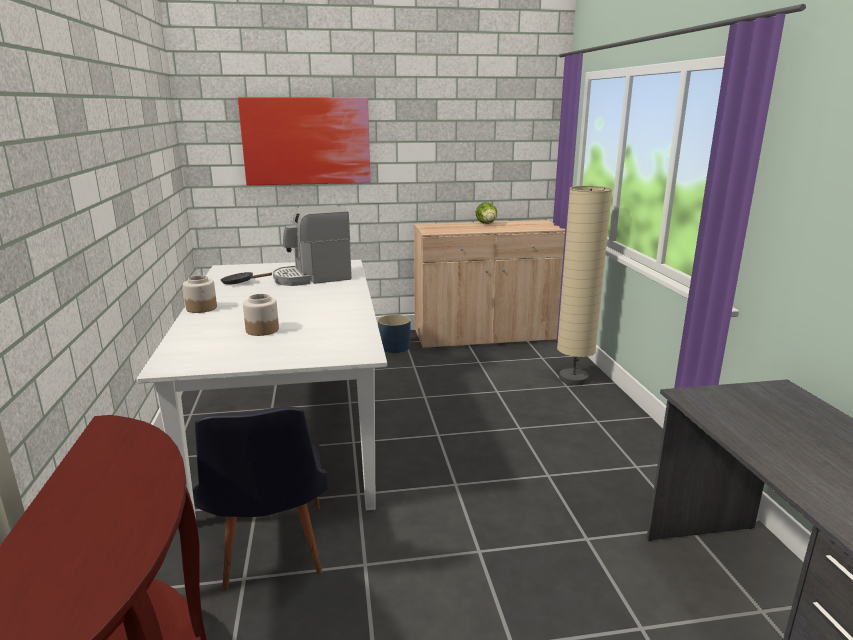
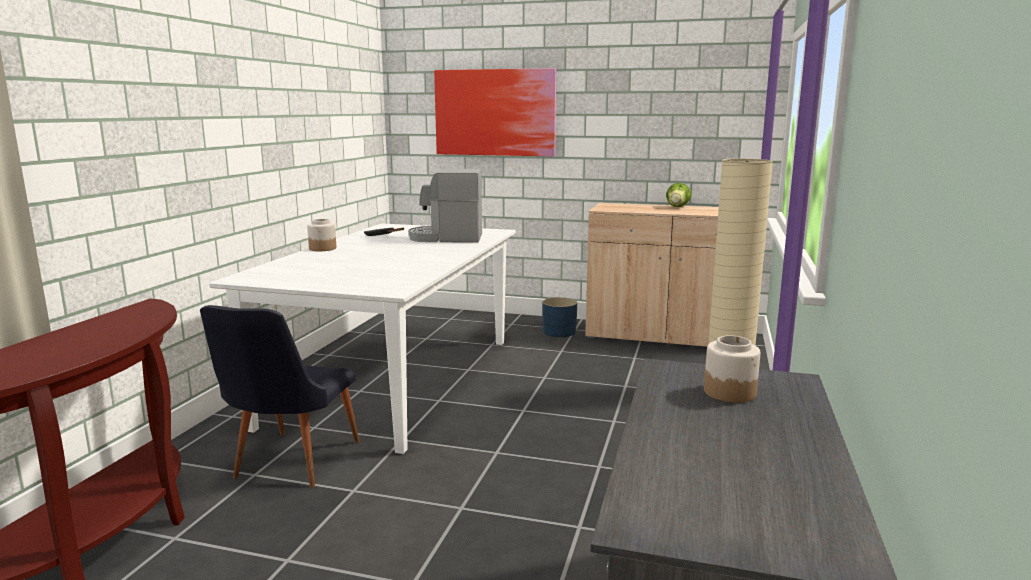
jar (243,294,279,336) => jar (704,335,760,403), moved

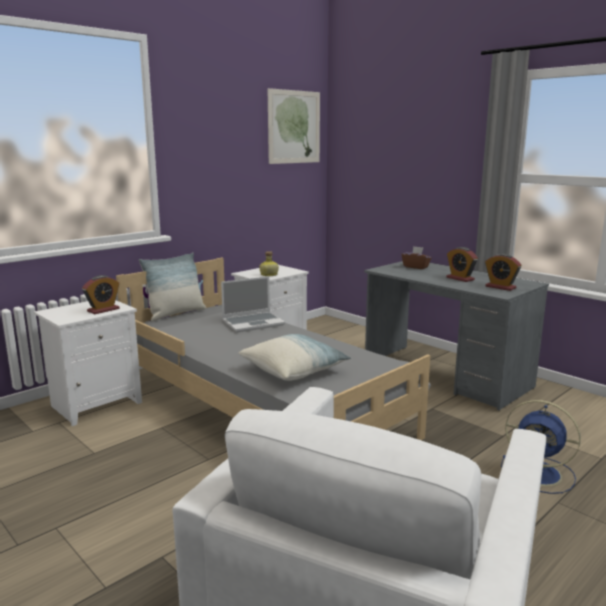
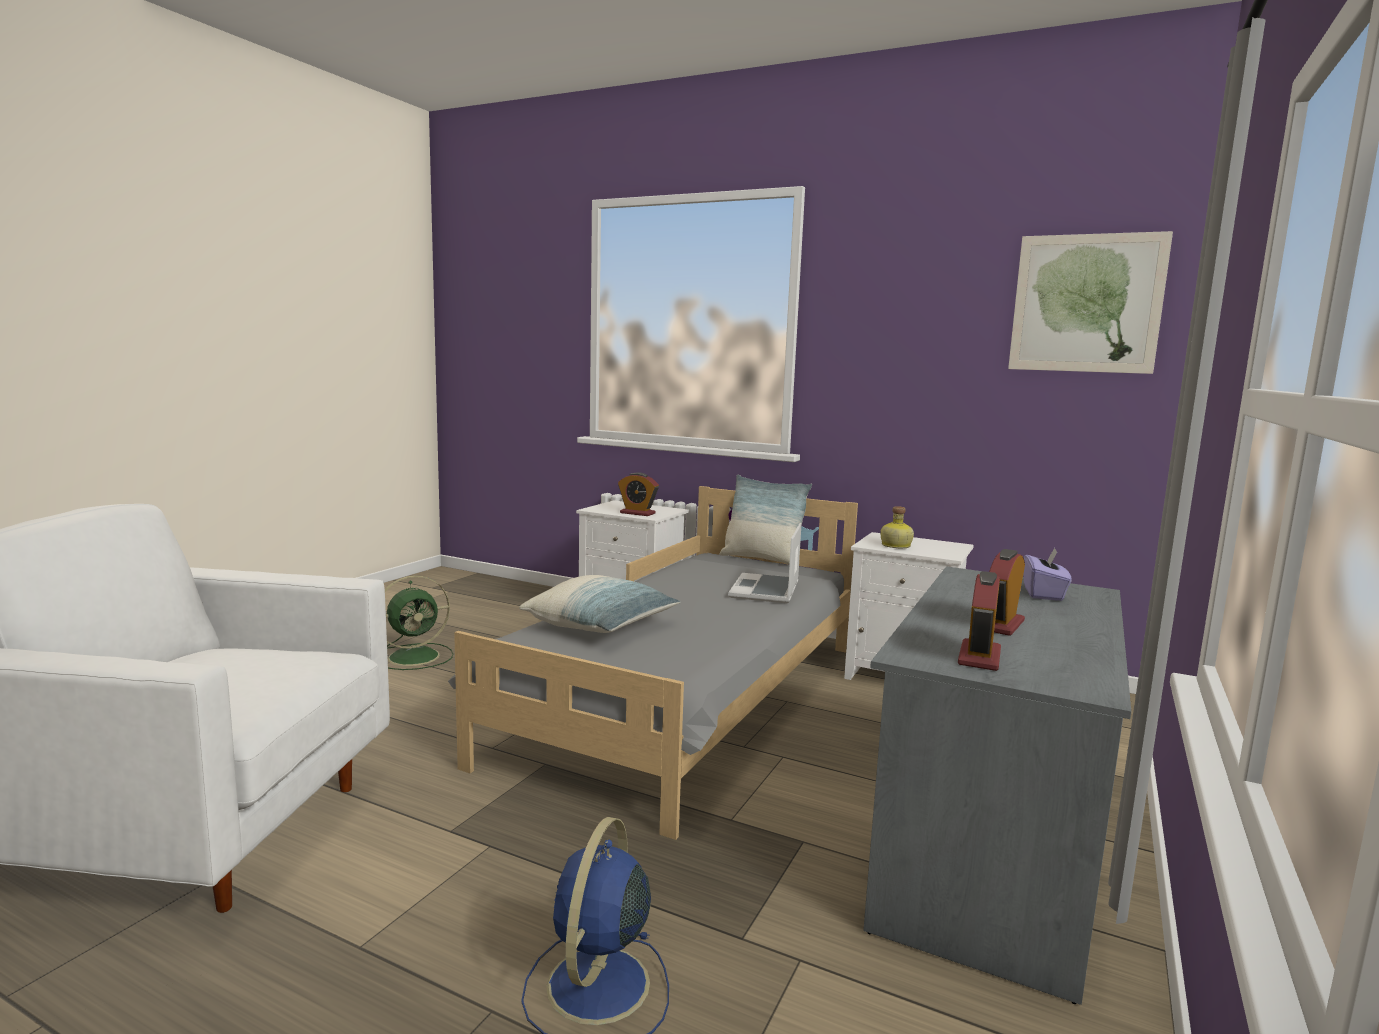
nothing => green fan (385,575,454,670)
laptop (221,276,285,332) => laptop (728,523,802,603), 60 degrees clockwise
brown tissue box (402,246,431,269) => purple tissue box (1023,548,1072,601)

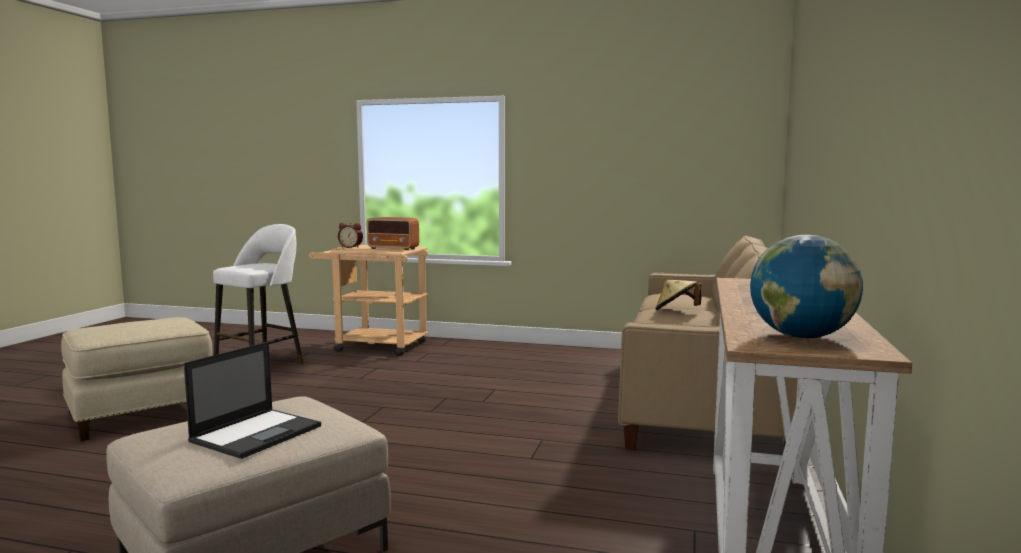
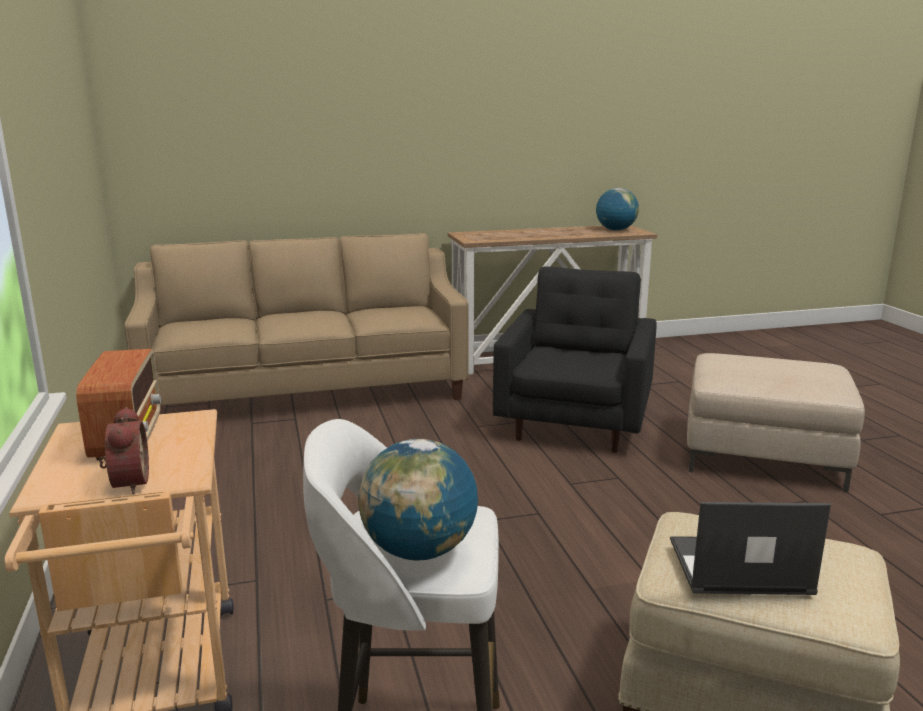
nothing => globe (358,439,478,560)
nothing => black armchair (493,266,657,453)
laptop (184,342,321,459) => laptop (670,502,831,595), moved
beige hat (655,280,702,310) => nothing

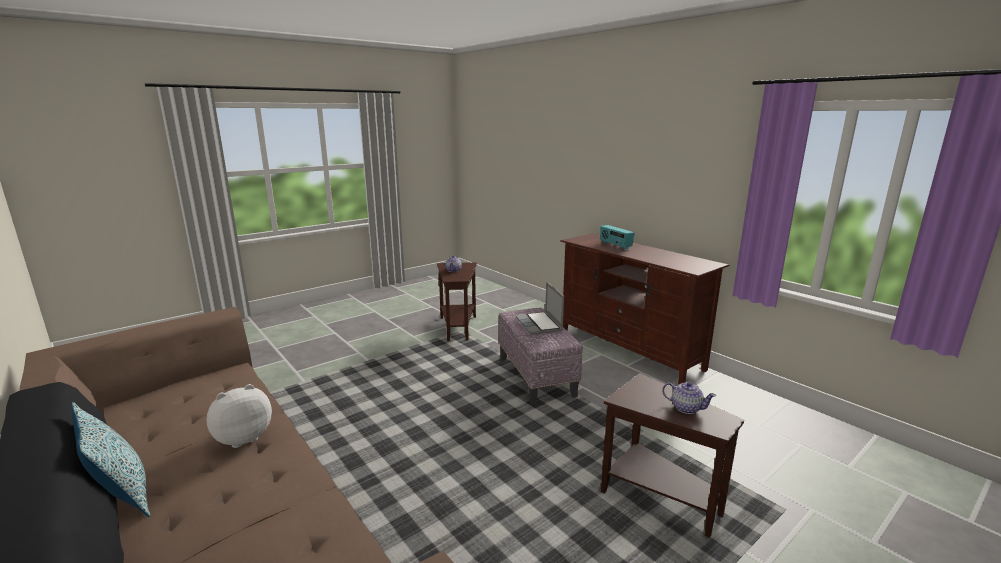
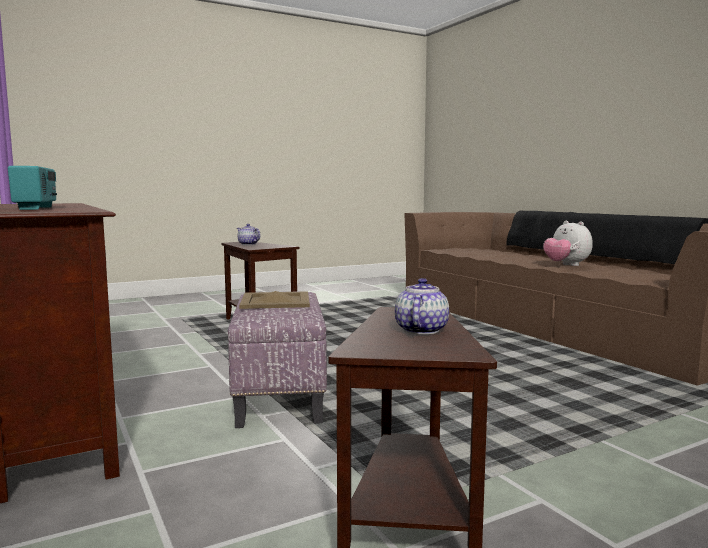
laptop (516,282,564,335) => beige tray (239,291,310,309)
plush toy (206,384,272,448) => plush toy (543,221,593,266), 90 degrees clockwise
pillow (71,402,150,517) => nothing

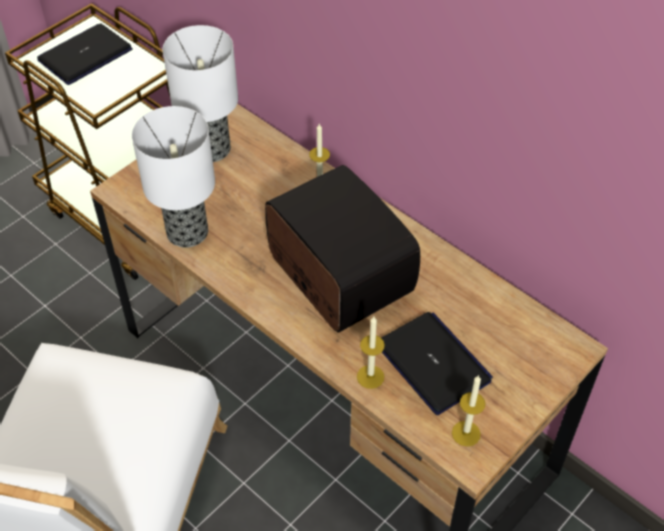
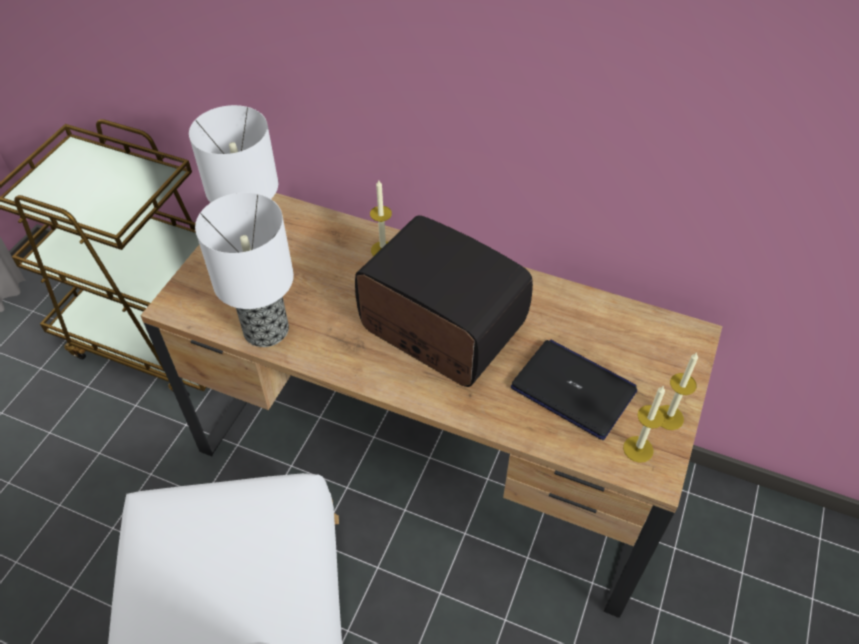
candle (357,317,385,389) => candle (659,352,698,430), moved
laptop (37,23,132,85) => nothing

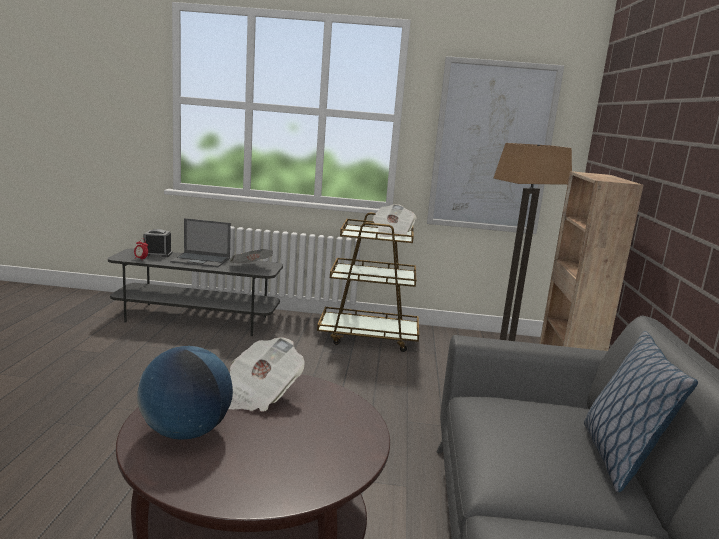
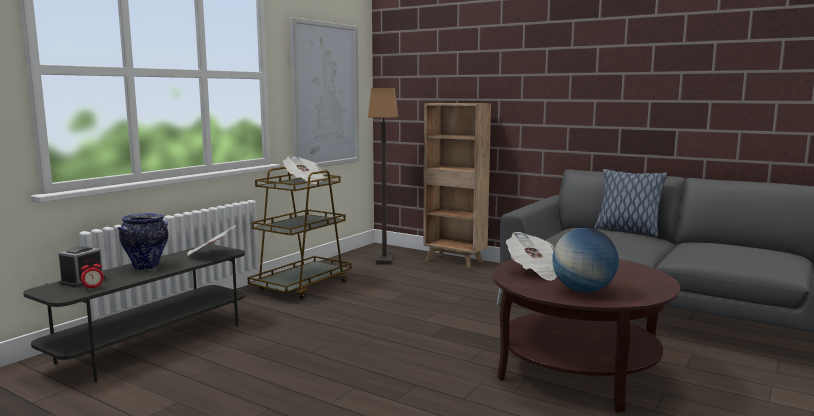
laptop (170,218,231,267) => vase (118,213,168,270)

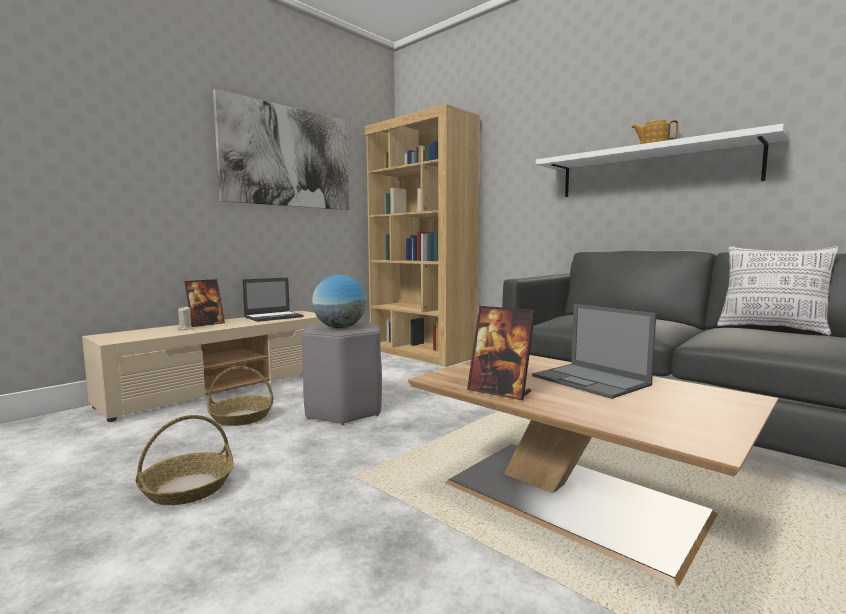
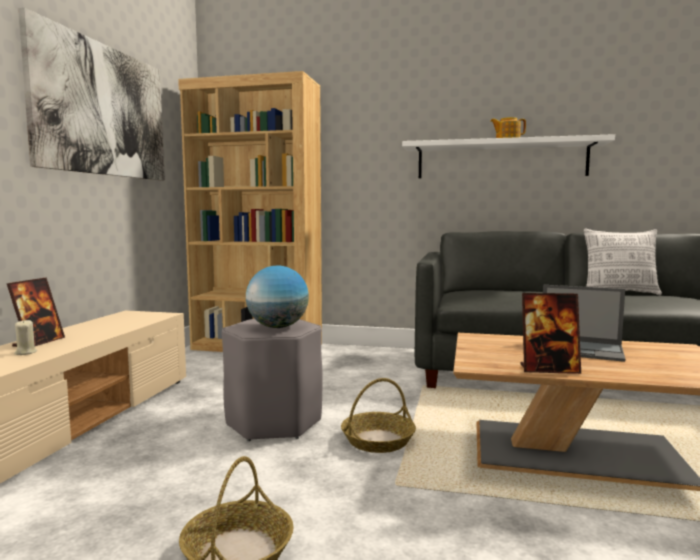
basket (207,366,273,426) => basket (341,378,416,453), moved
laptop (243,278,304,322) => nothing

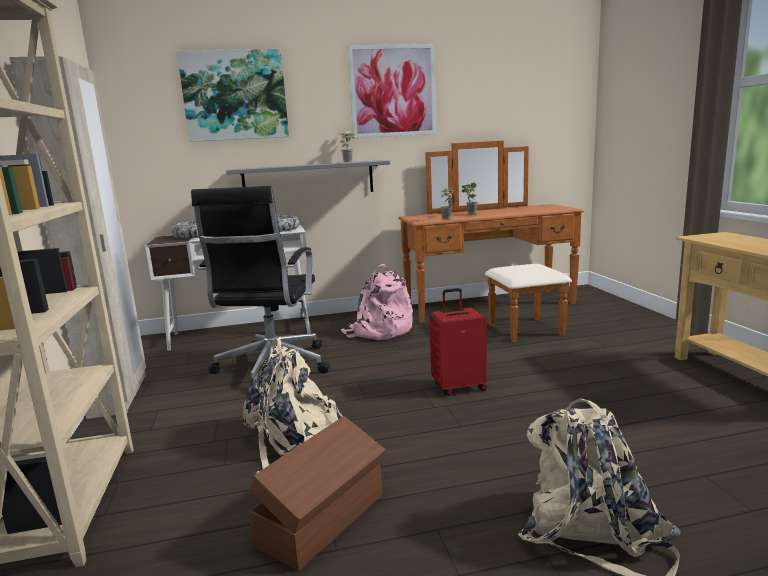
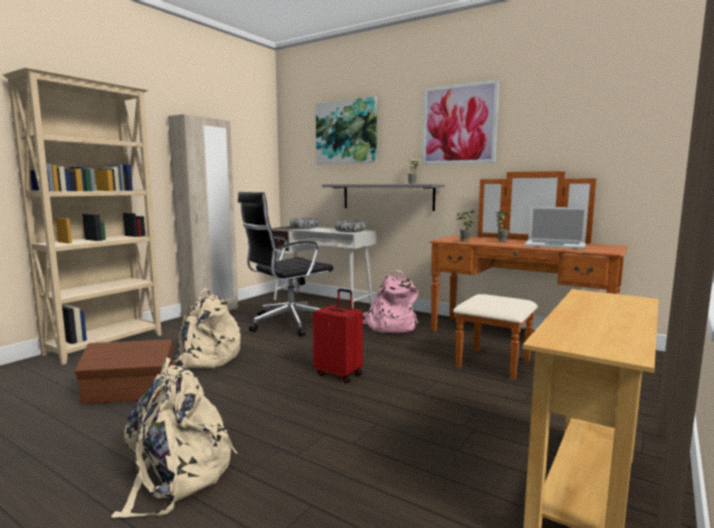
nothing => laptop (524,207,588,249)

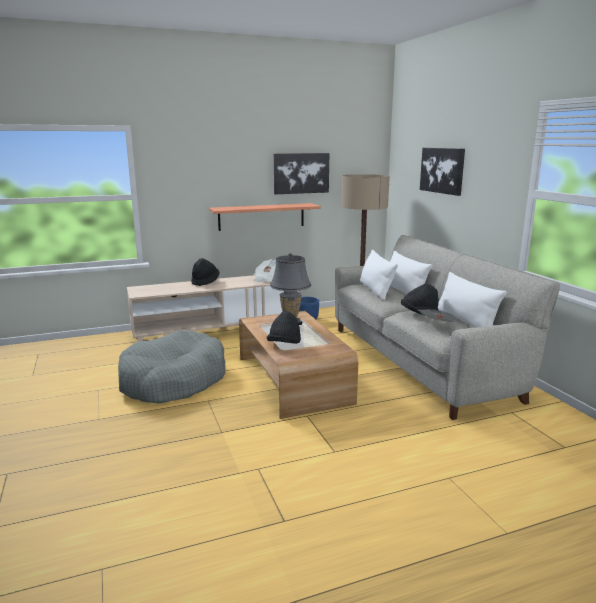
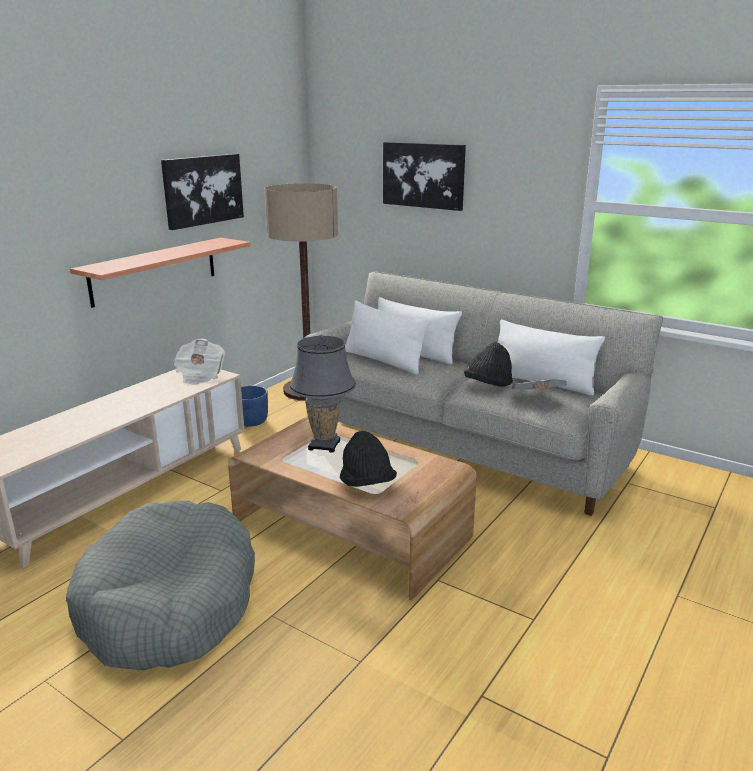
black hat (191,258,219,286) => nothing

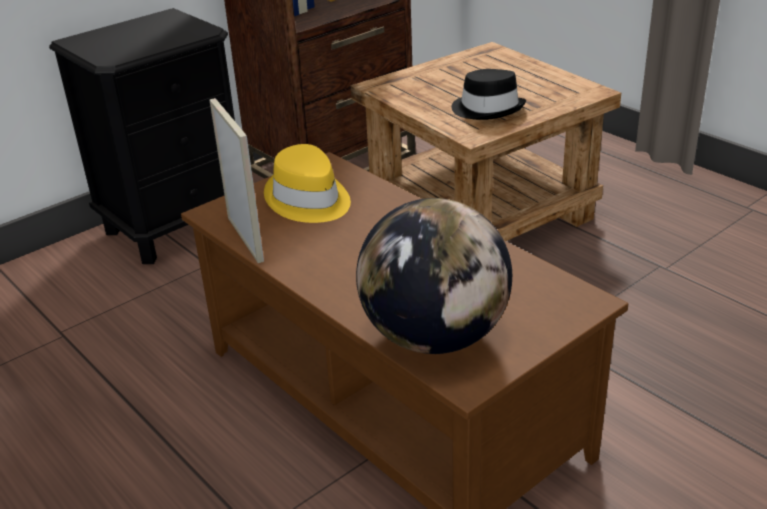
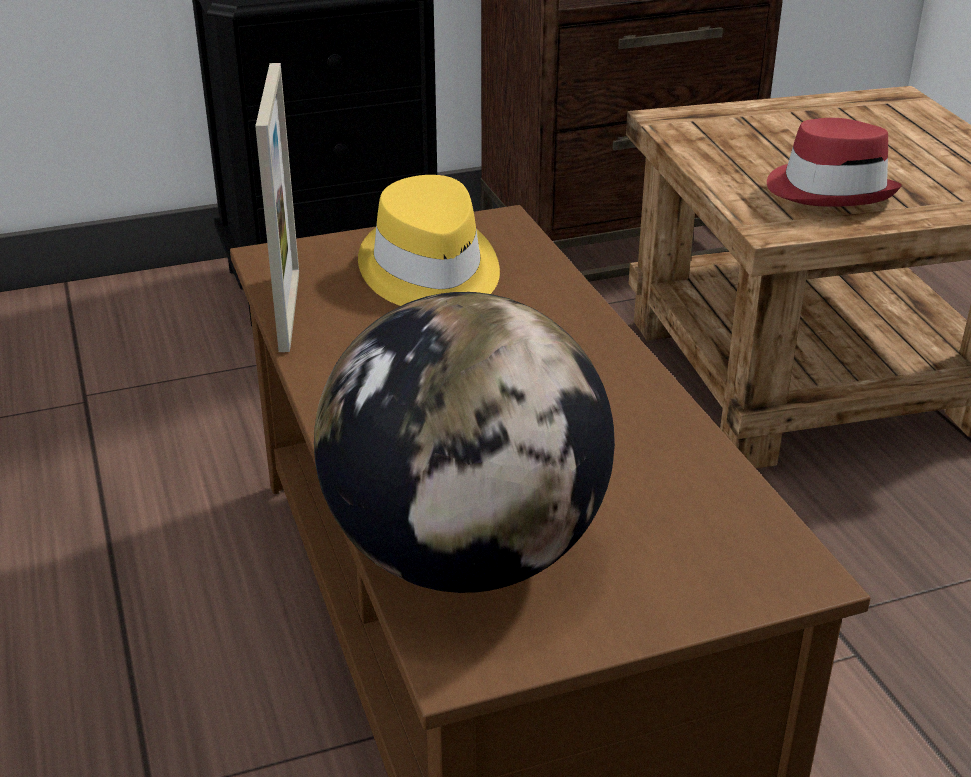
black hat (452,69,526,120) => red hat (767,118,902,207)

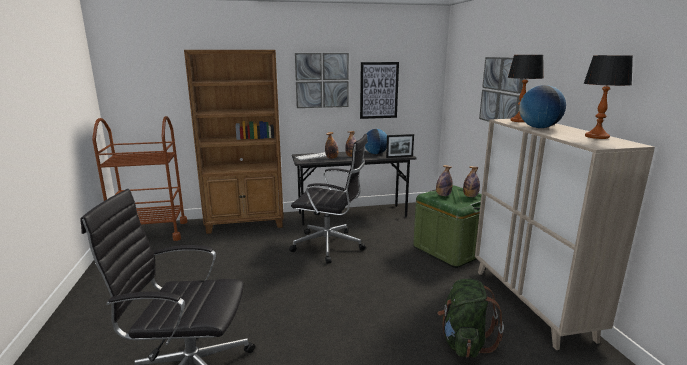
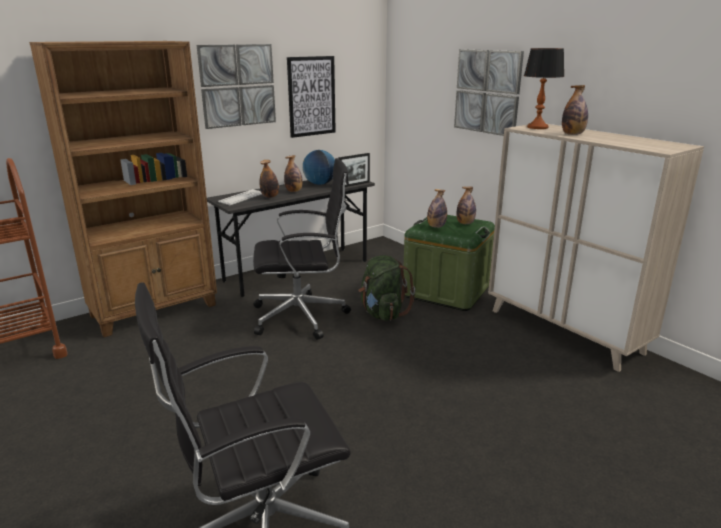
green backpack (437,279,504,358) => green backpack (358,255,415,321), moved
globe (519,85,566,128) => bottle (562,85,588,135)
table lamp (584,55,633,139) => nothing

